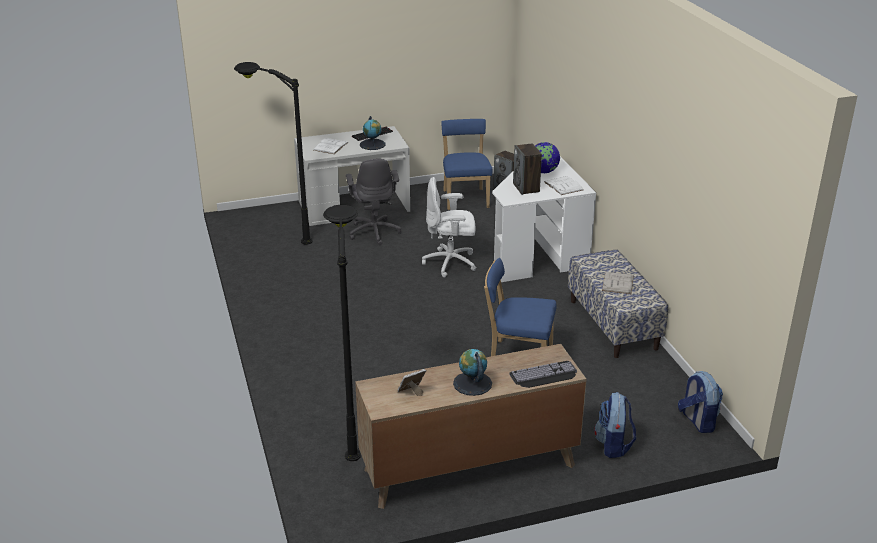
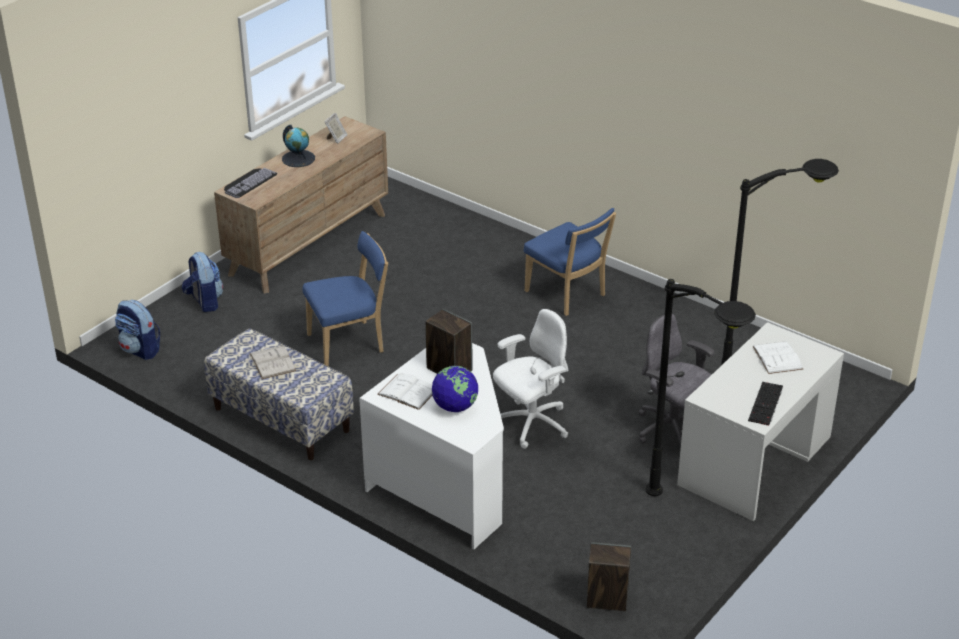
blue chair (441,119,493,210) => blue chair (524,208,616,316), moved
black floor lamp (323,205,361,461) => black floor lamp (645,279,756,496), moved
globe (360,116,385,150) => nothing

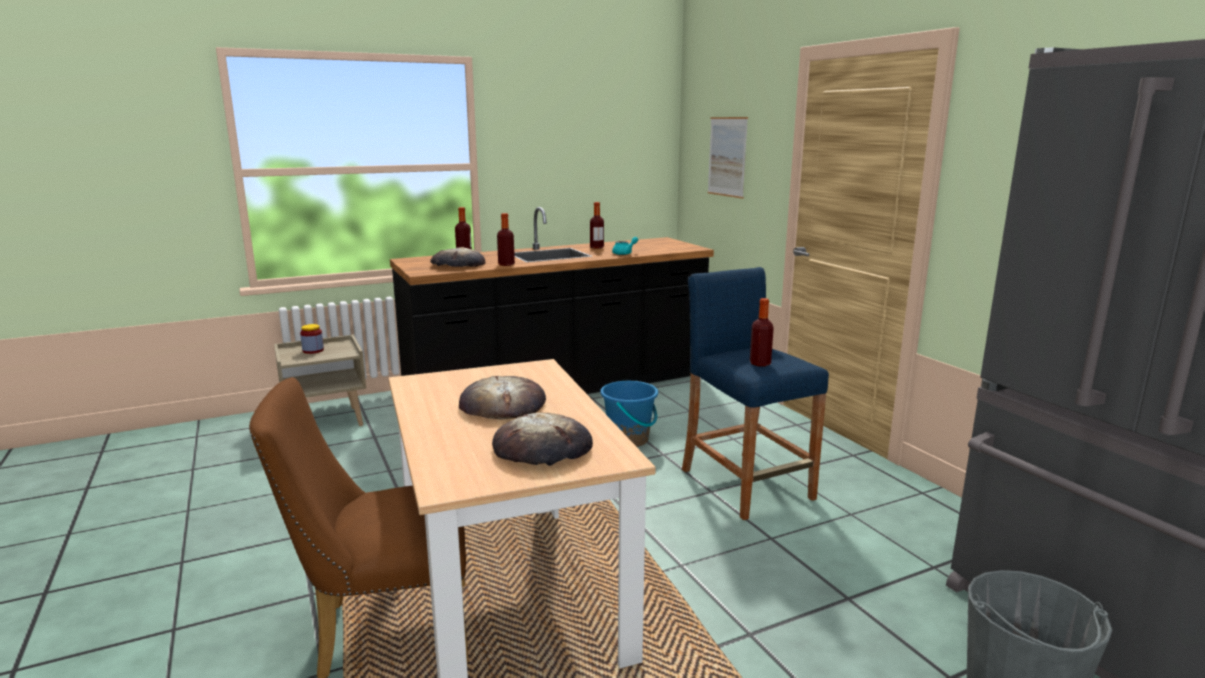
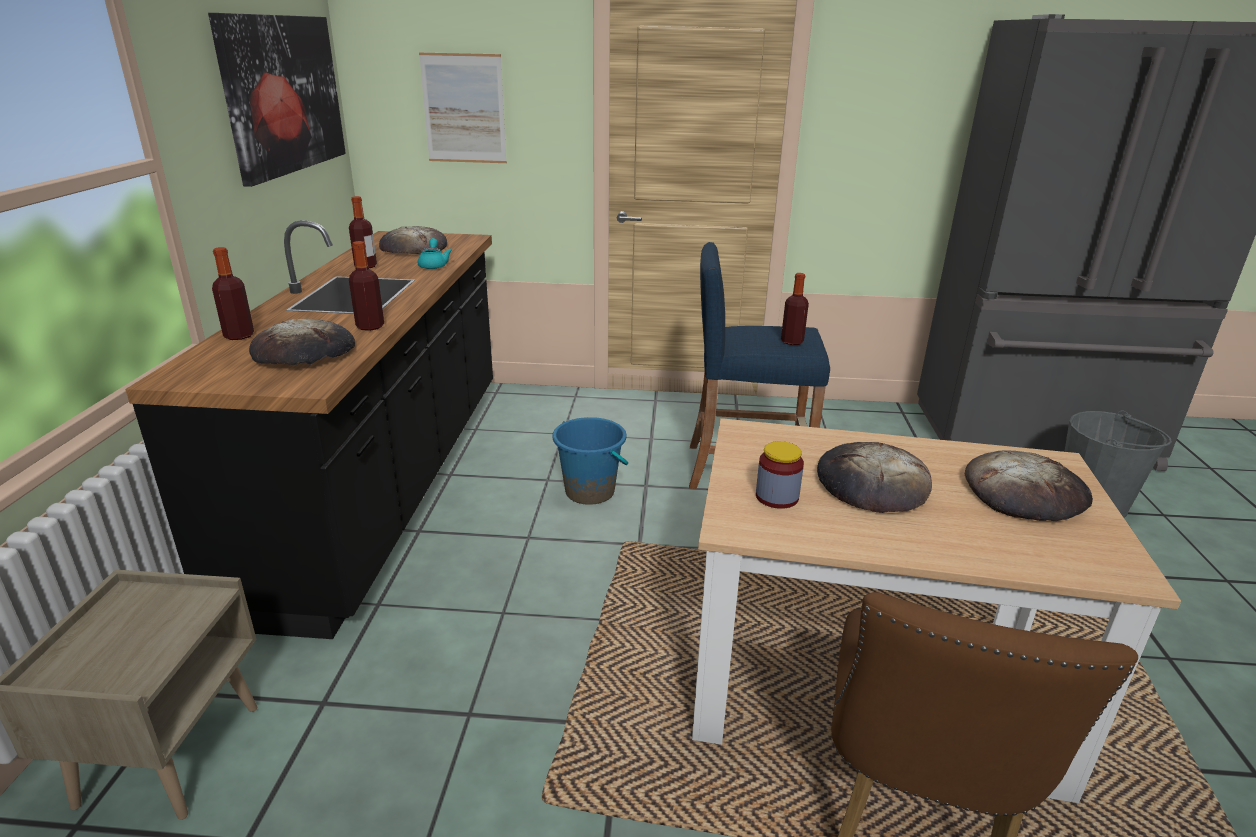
nothing => picture (208,13,346,187)
nothing => bread (379,226,447,255)
jar (300,324,324,354) => jar (756,441,804,509), moved

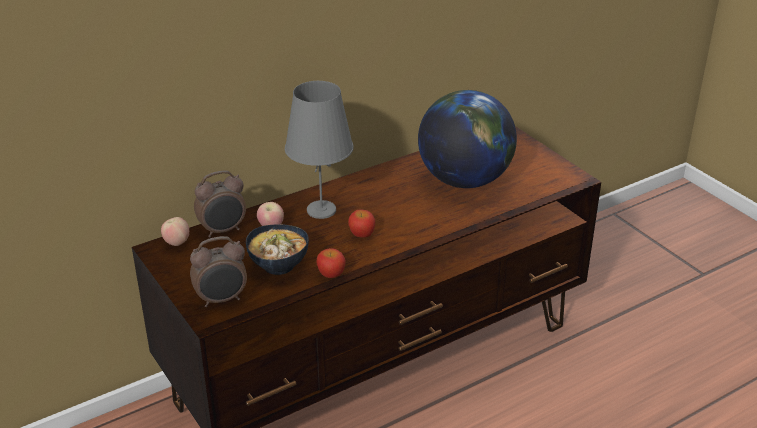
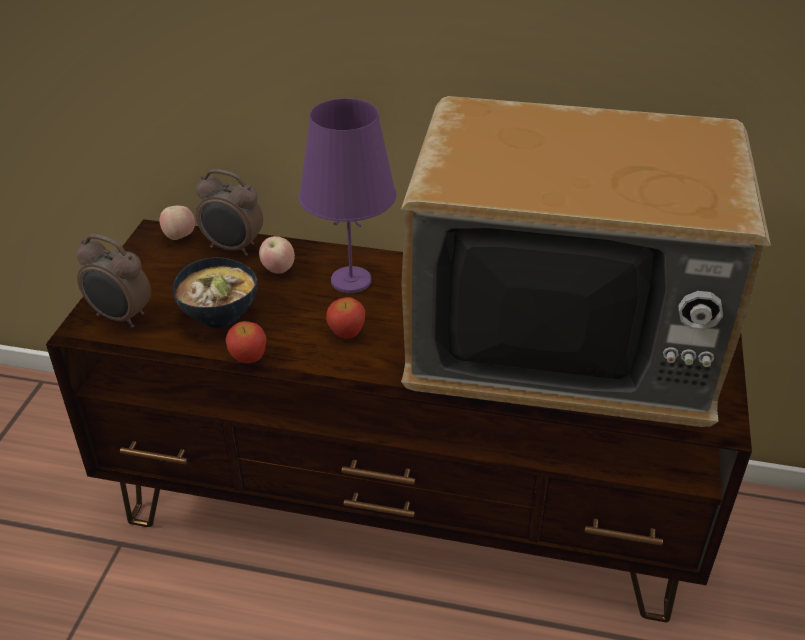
grey table lamp (285,81,354,219) => purple table lamp (299,98,396,293)
globe (418,90,517,188) => television (401,96,771,427)

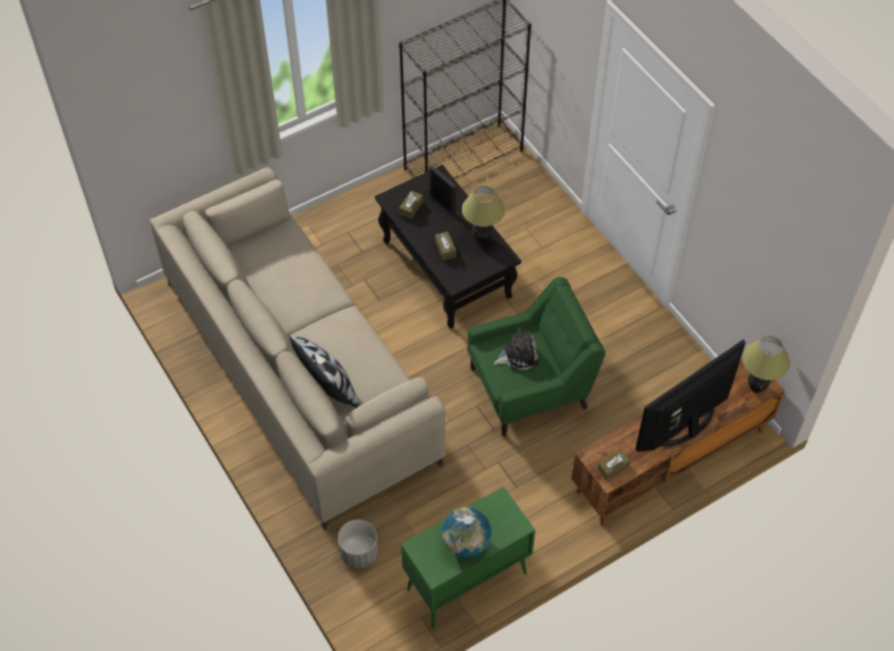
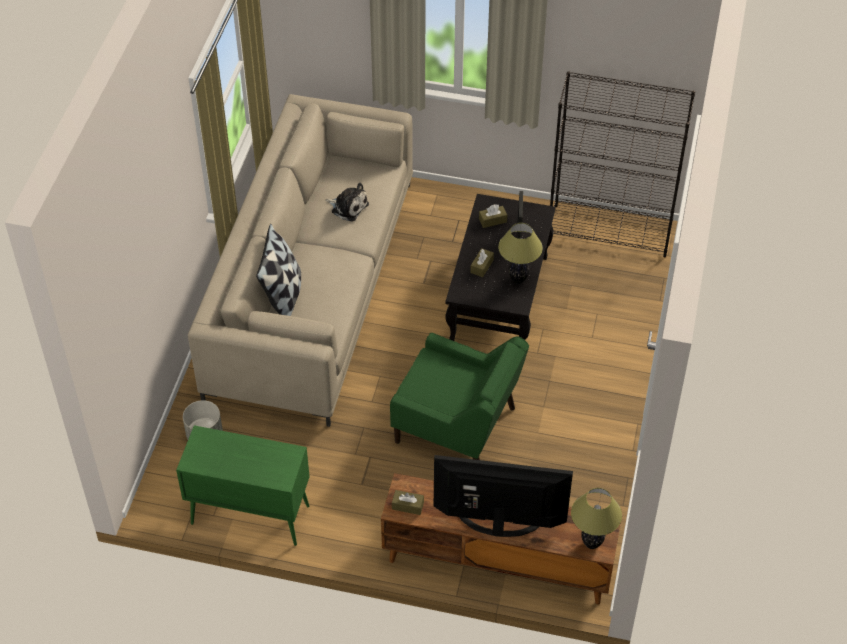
plush toy (493,327,539,371) => plush toy (325,183,369,221), moved
globe (442,507,491,558) => nothing

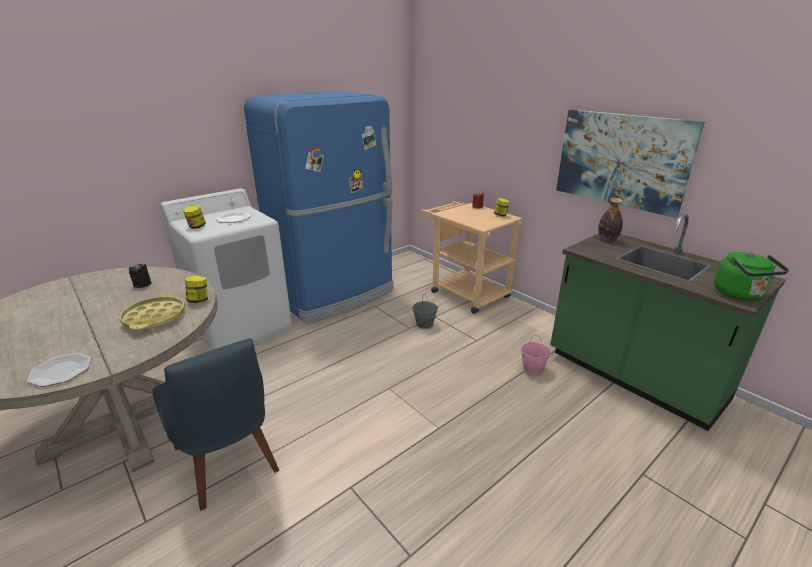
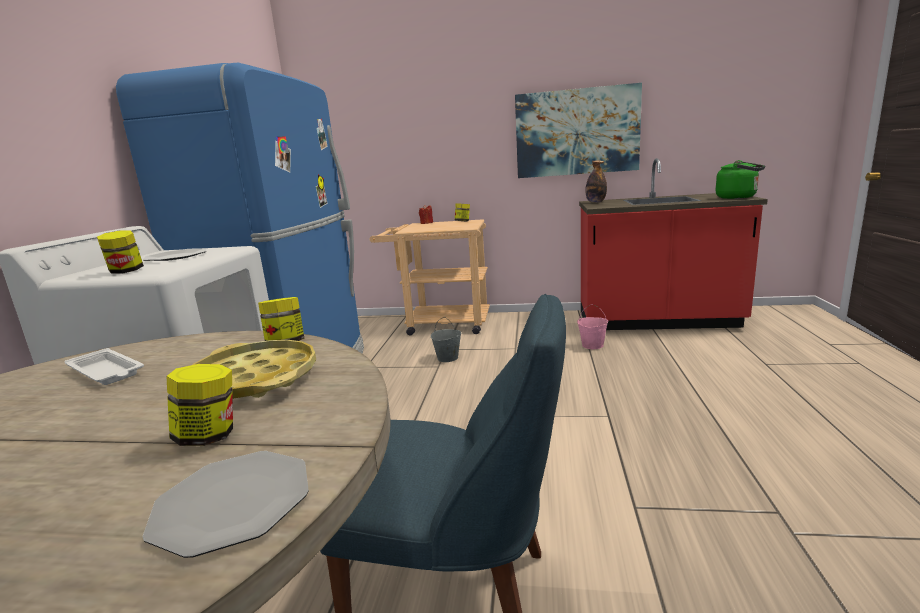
black candle (129,263,151,288) => white tray (64,348,144,385)
nothing => jar (166,364,233,446)
green counter (550,214,785,431) => red counter (579,158,768,330)

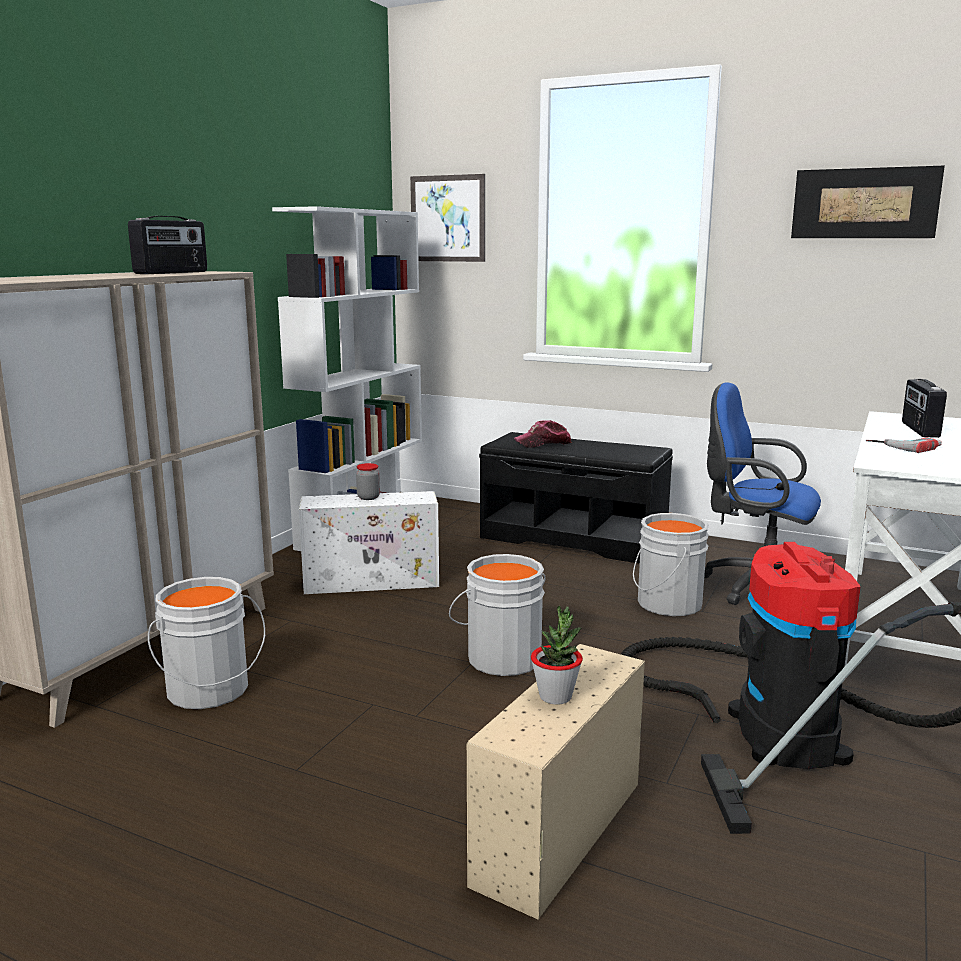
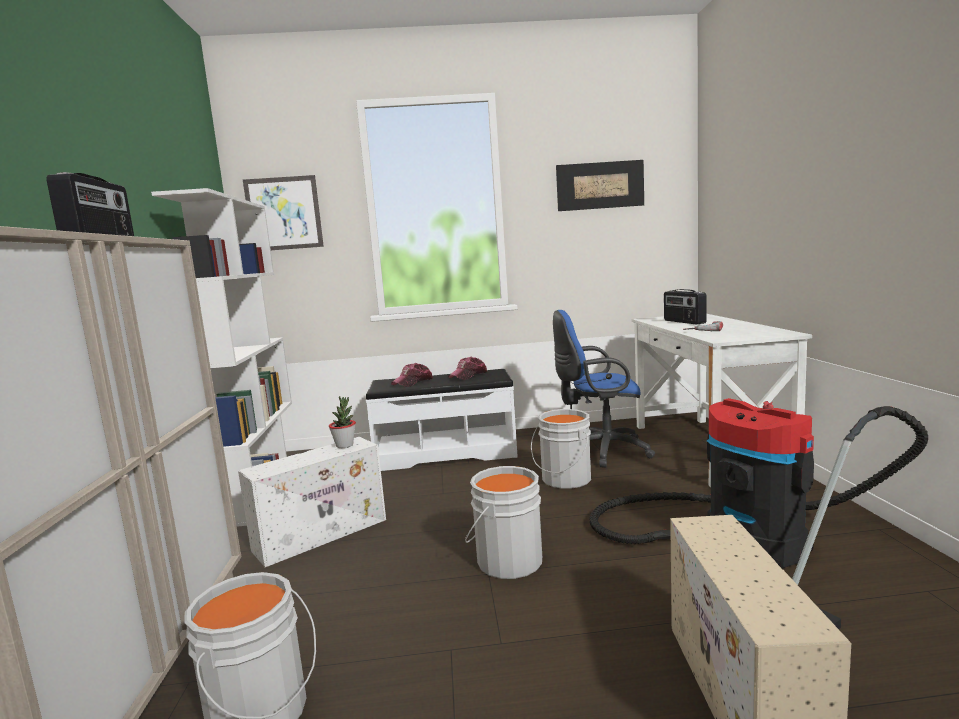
potted plant (531,606,583,705) => potted plant (329,396,356,448), moved
black bench (479,432,673,564) => white bench (366,369,518,471)
nothing => cap (448,357,488,380)
jar (356,463,380,500) => nothing

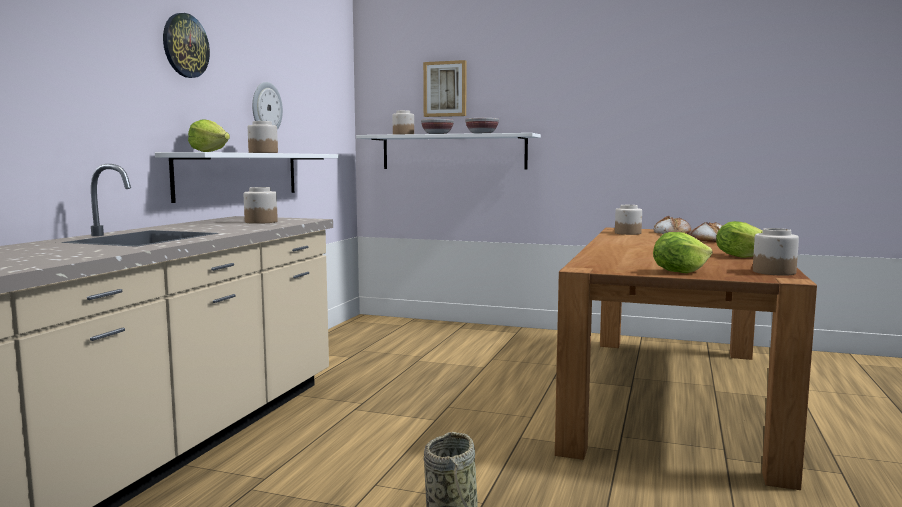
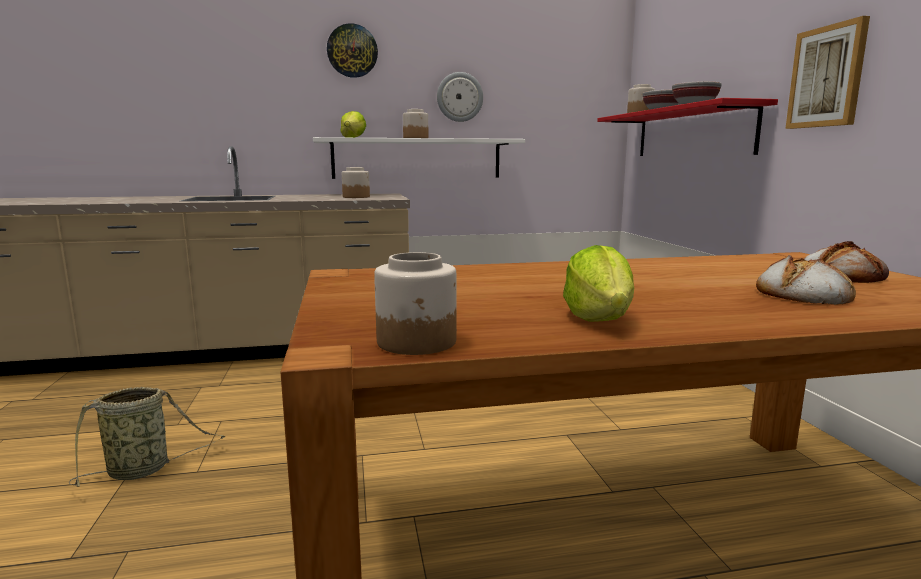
white shelf (356,133,541,170) => red shelf (597,98,778,156)
picture (423,60,467,117) => picture (785,16,870,129), moved
jar (615,205,642,235) => nothing
lettuce (653,232,713,273) => nothing

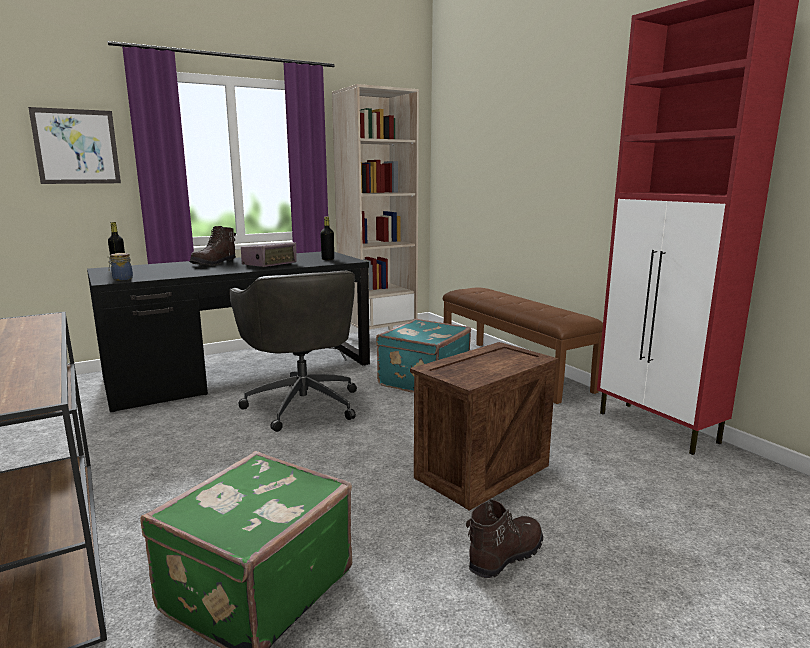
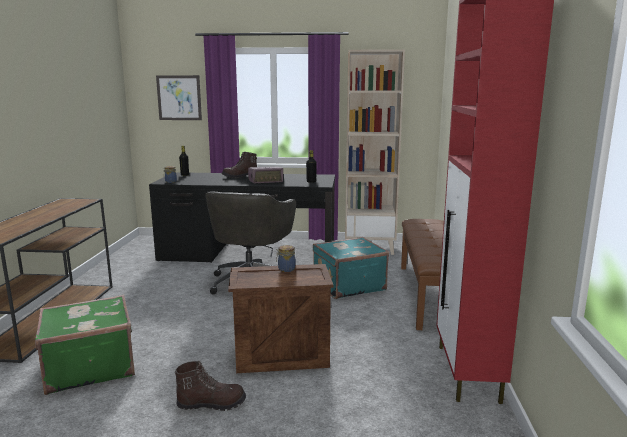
nothing => jar (276,245,296,272)

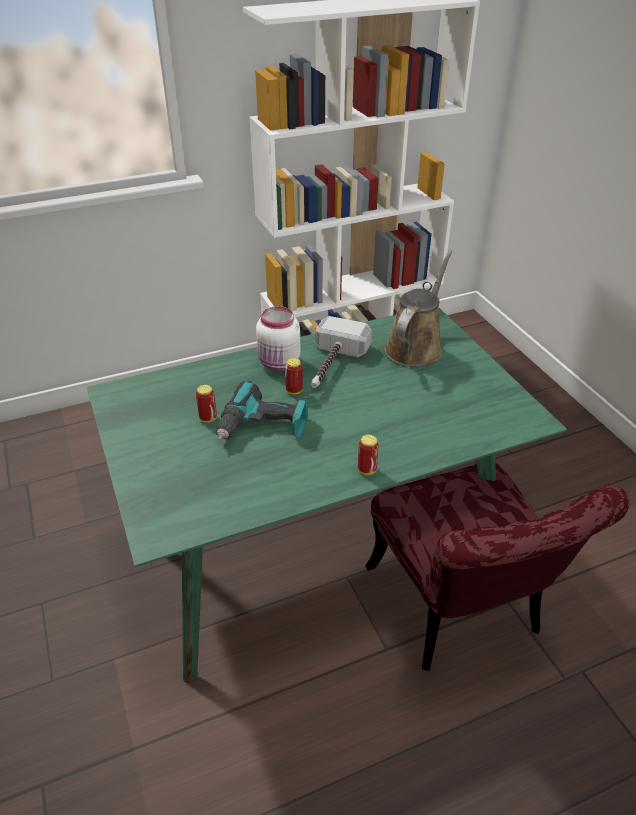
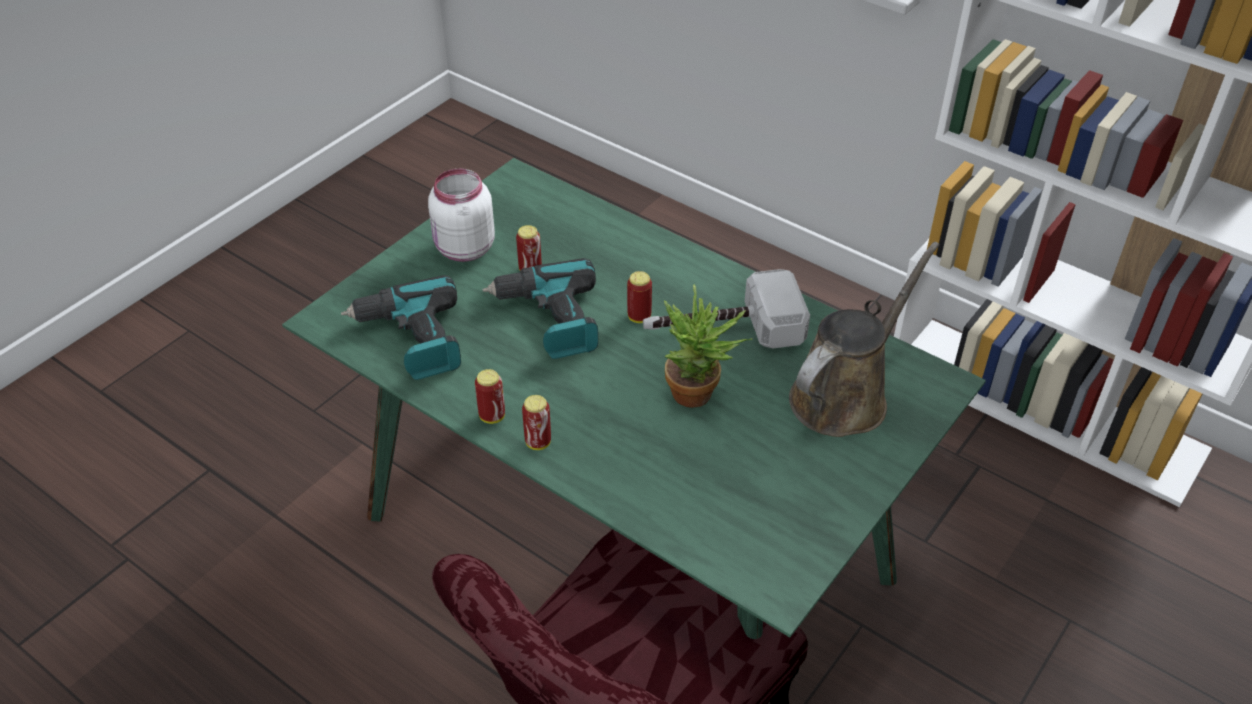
nothing => power drill (341,275,461,380)
white jar (256,306,301,371) => white jar (428,169,495,262), moved
nothing => can (475,369,505,424)
nothing => potted plant (664,284,752,408)
brown watering can (384,250,452,367) => brown watering can (789,242,940,437), 45 degrees counterclockwise

